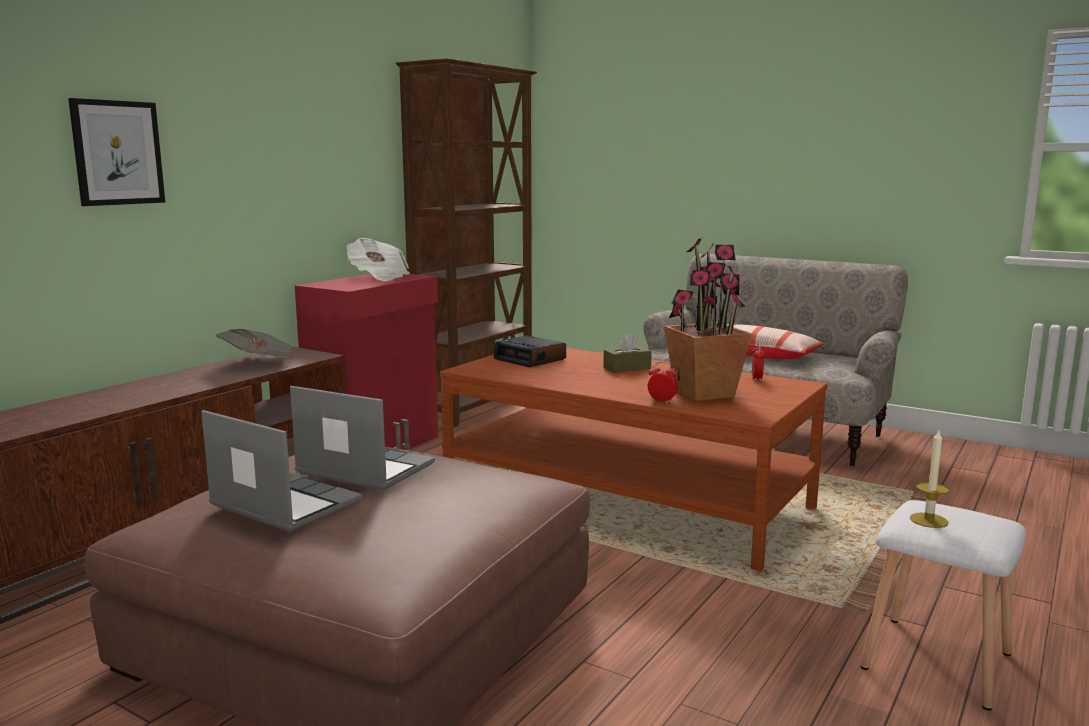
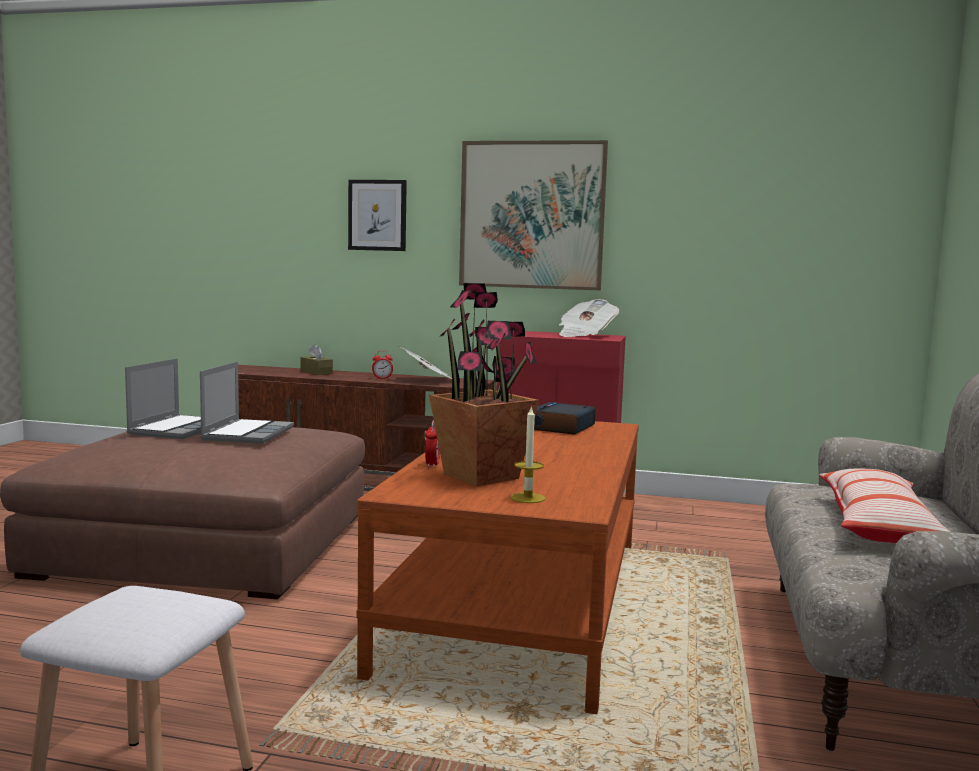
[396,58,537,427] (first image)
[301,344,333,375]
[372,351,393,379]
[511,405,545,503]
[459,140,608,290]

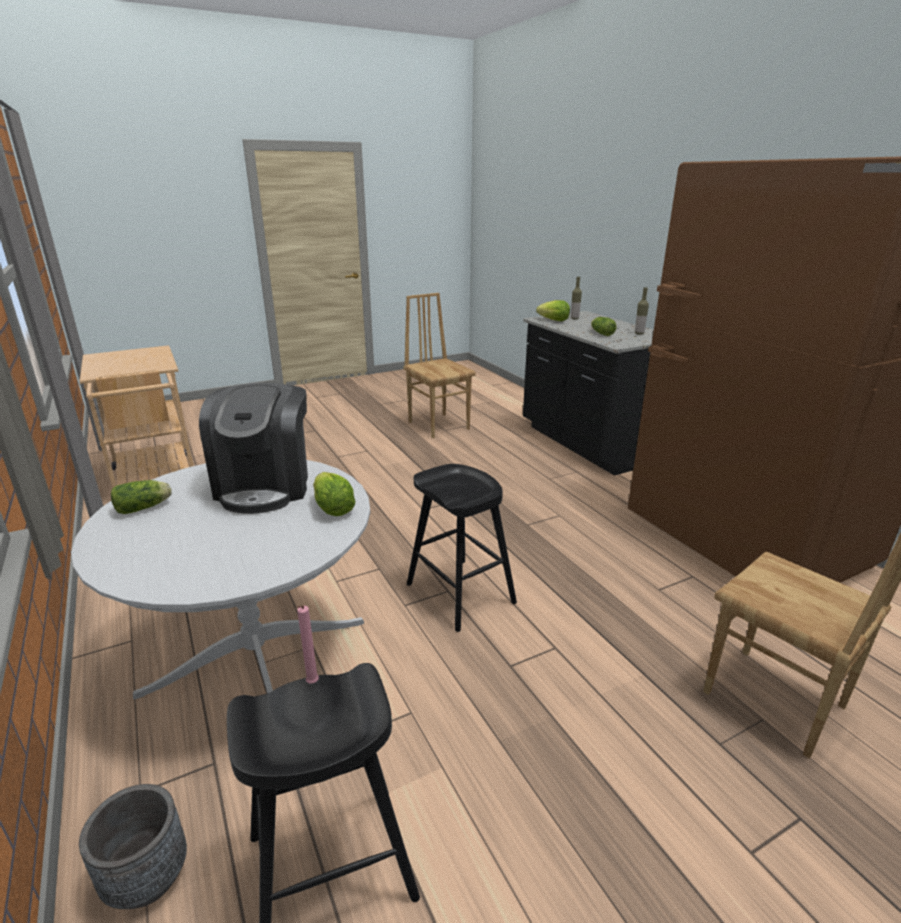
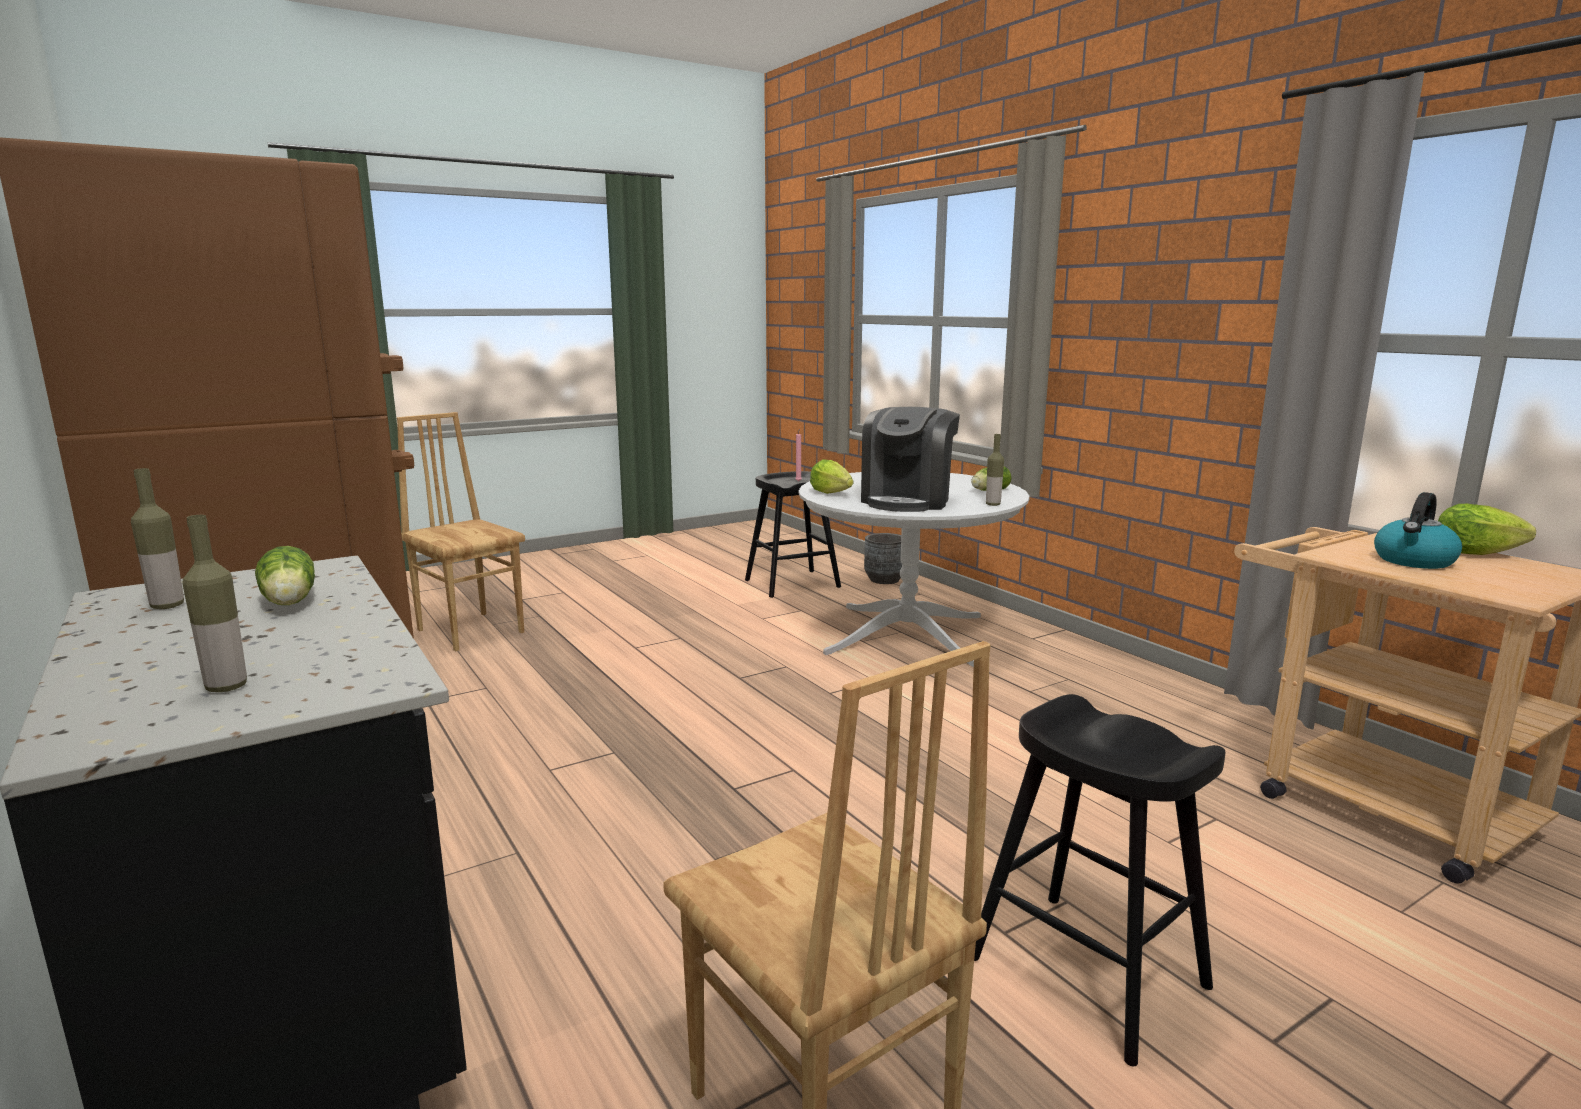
[1438,504,1536,555]
[861,407,960,512]
[974,694,1225,1066]
[986,434,1004,506]
[1374,492,1462,569]

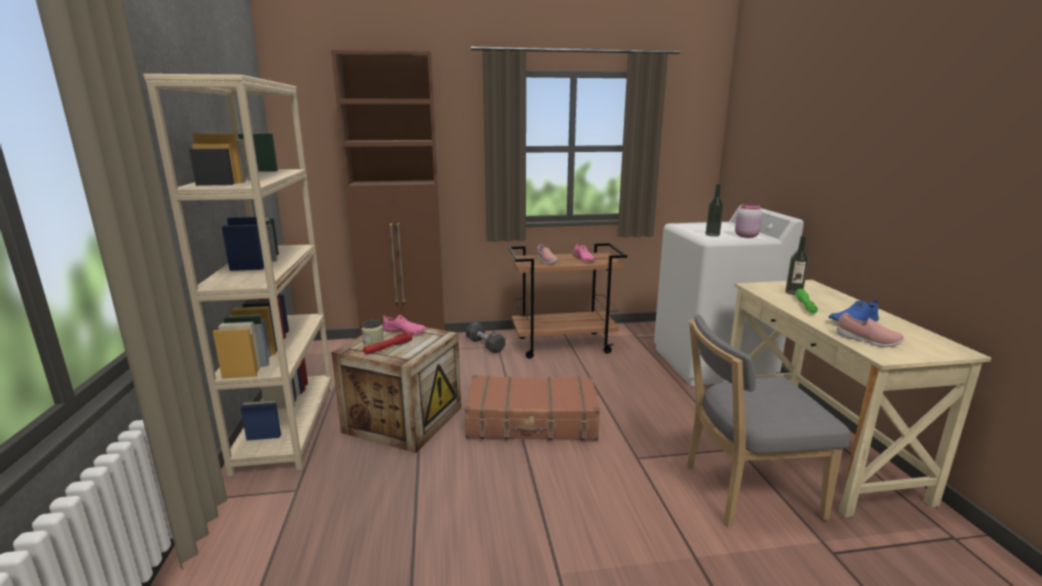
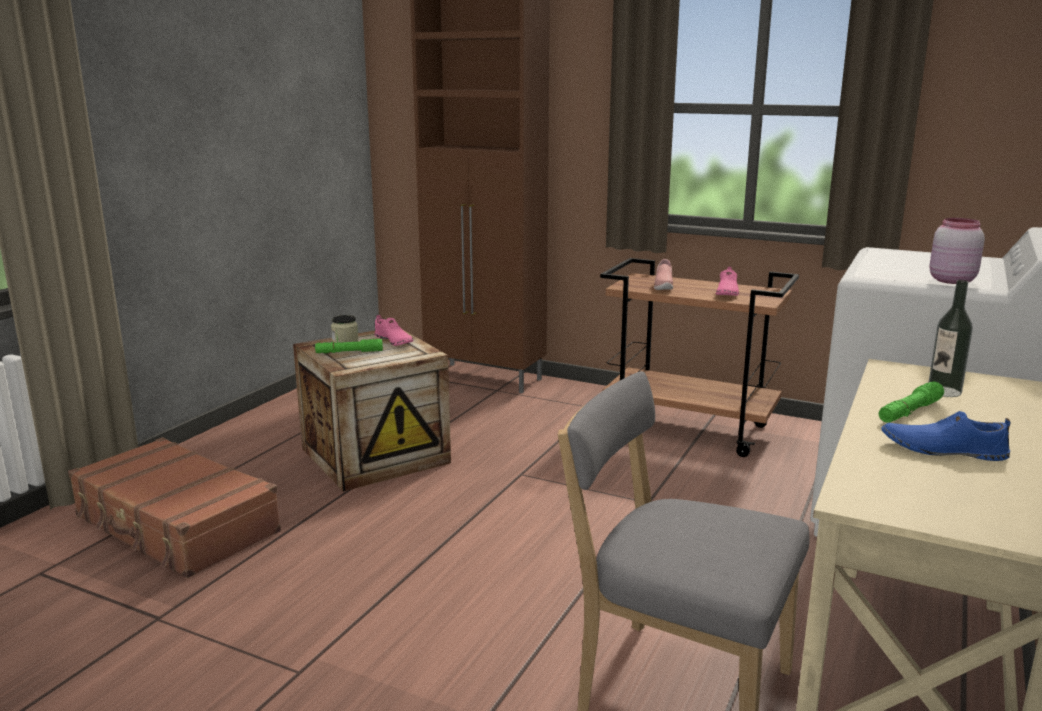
[143,74,333,477] (first image)
[705,184,724,237] (first image)
[837,312,904,347] (first image)
[466,322,505,354] (first image)
[315,339,383,353]
[68,437,281,578]

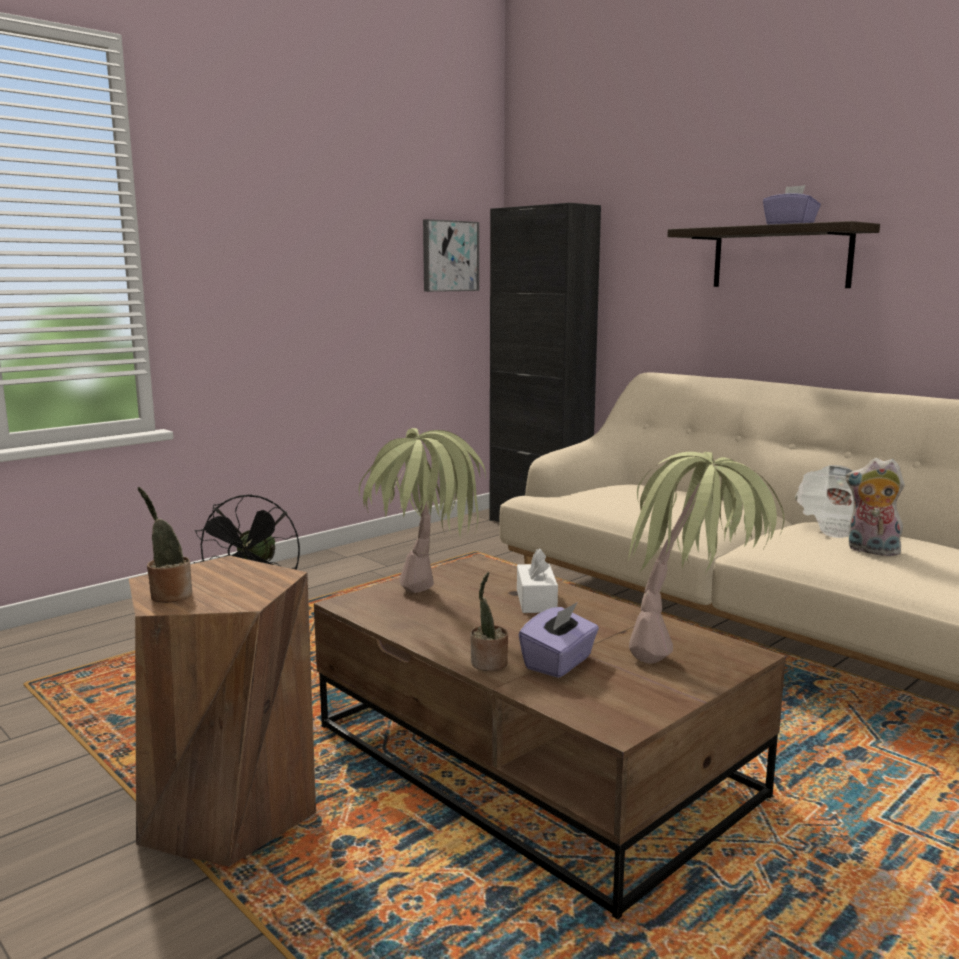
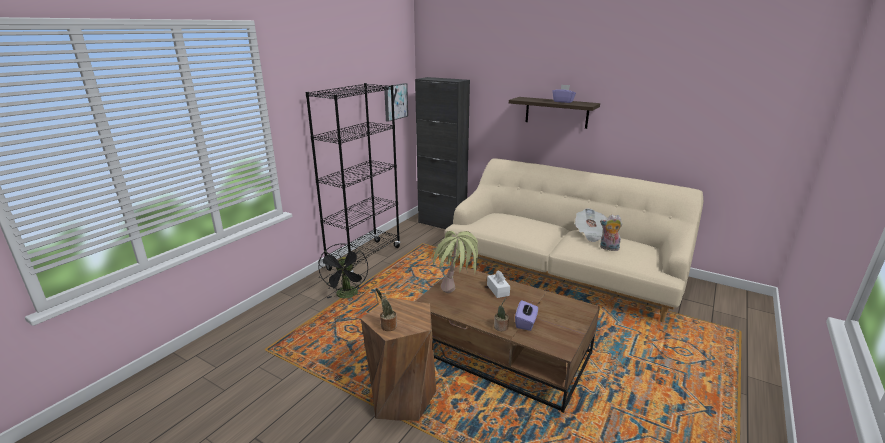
[628,452,784,664] (first image)
[306,83,400,272]

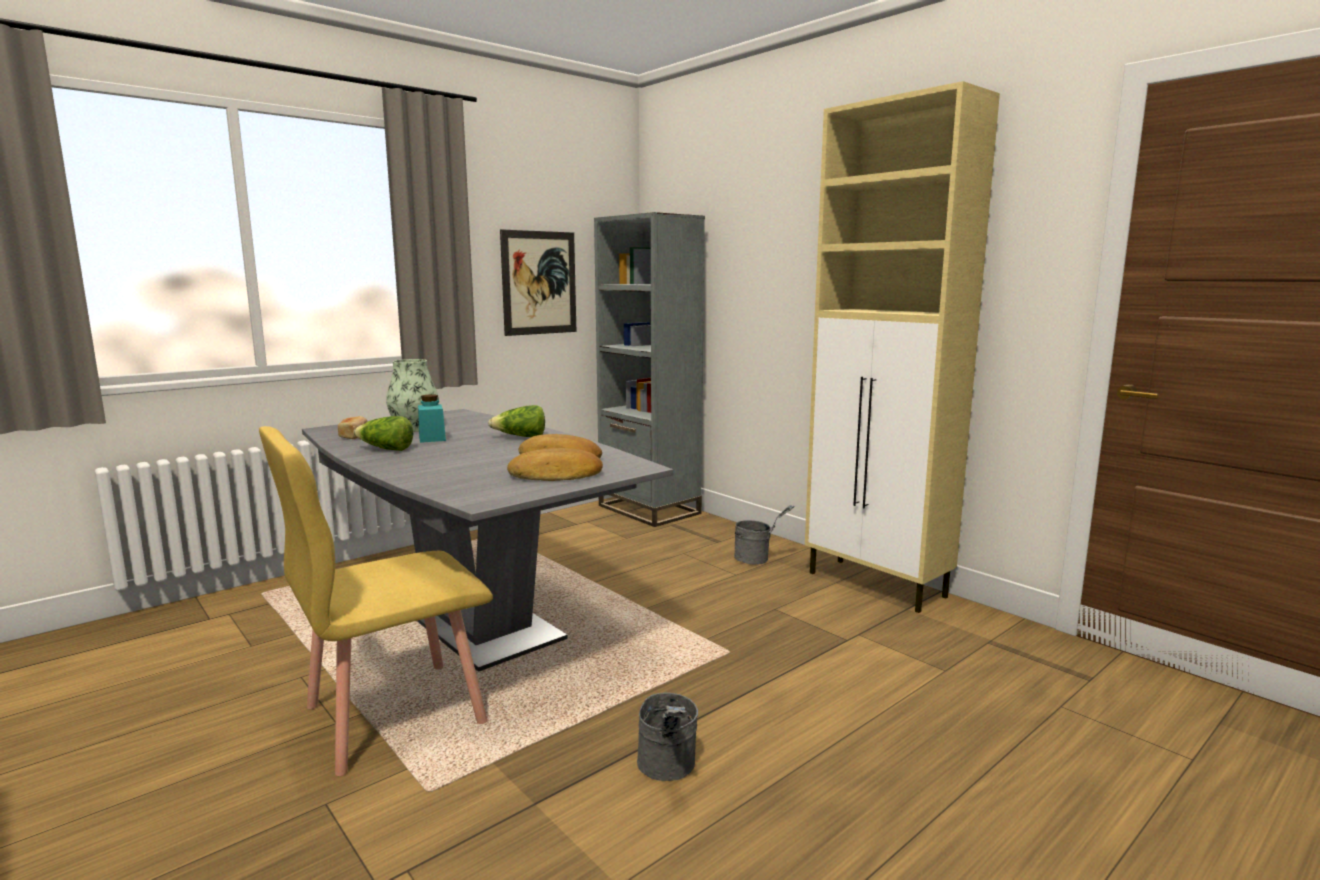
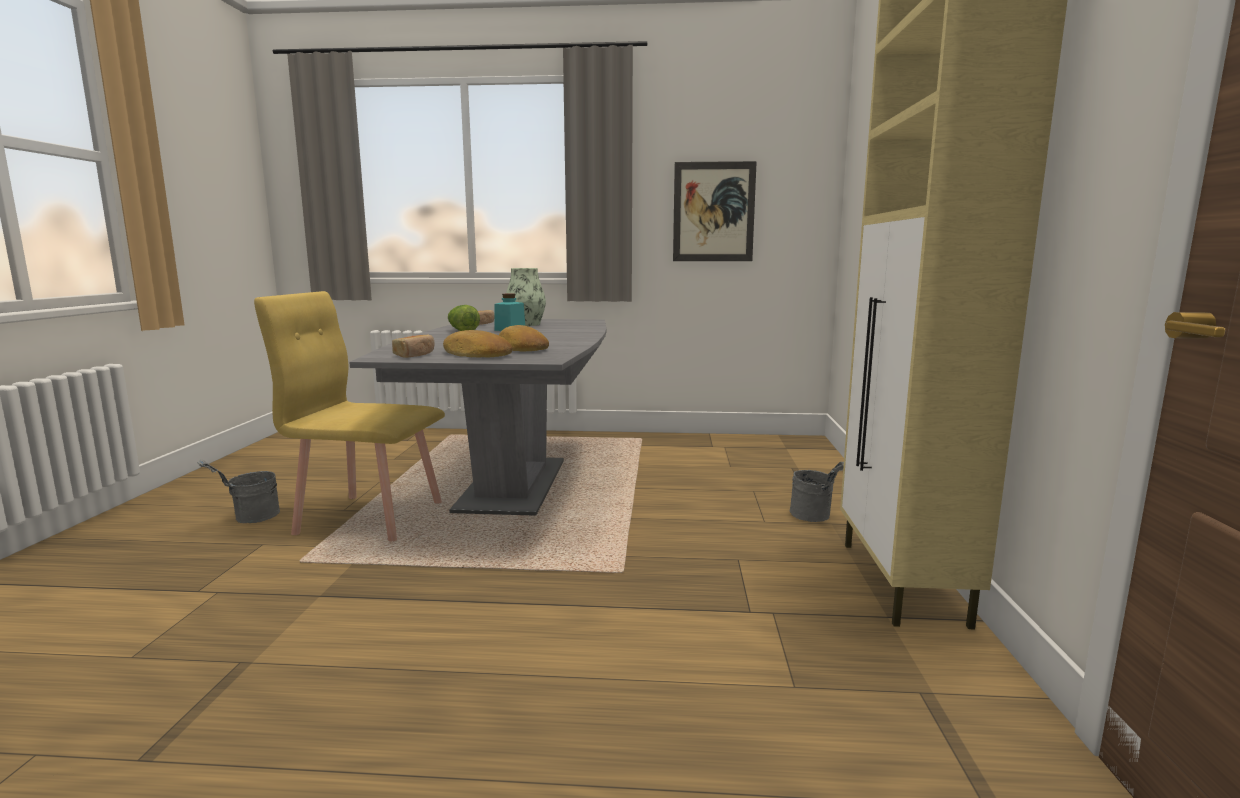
[594,212,705,527] (first image)
[488,405,545,437] (first image)
[197,460,280,523]
[392,334,435,358]

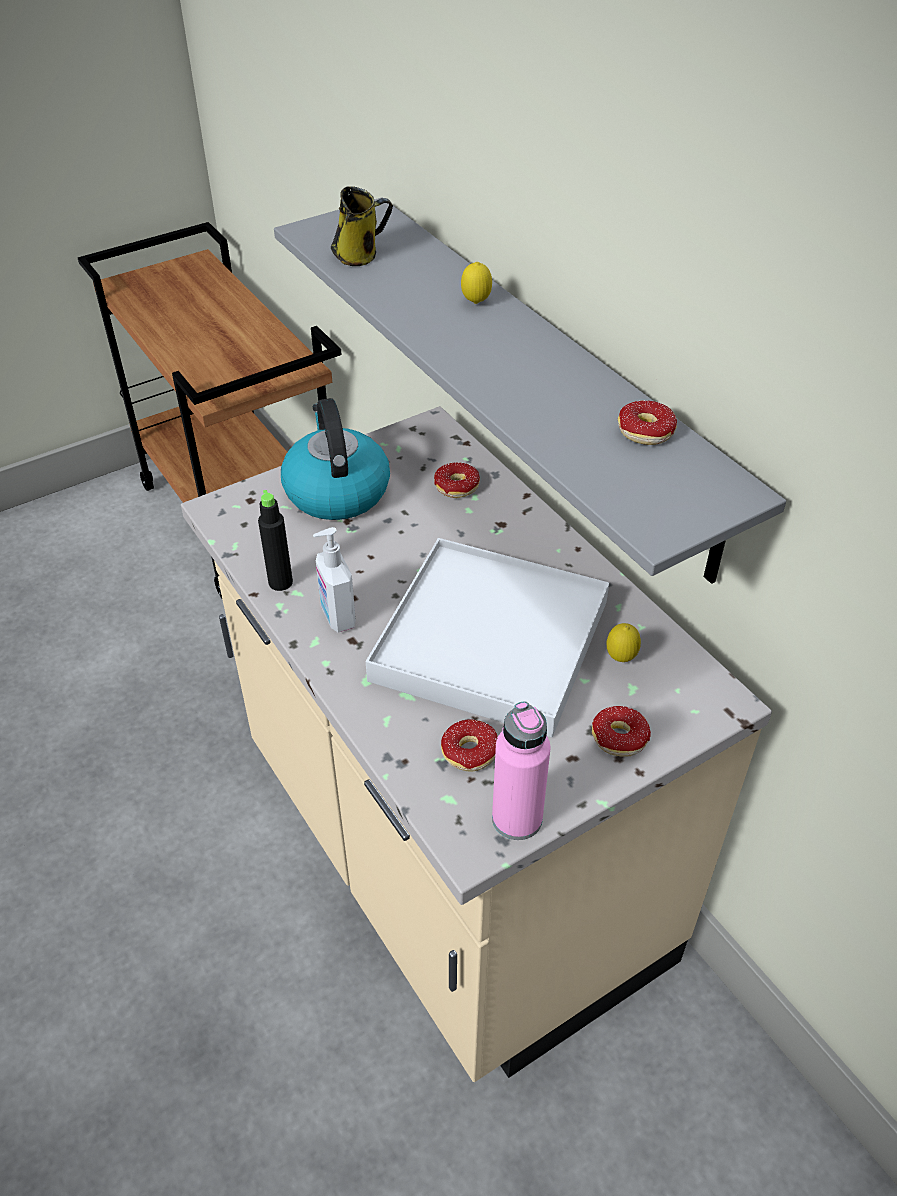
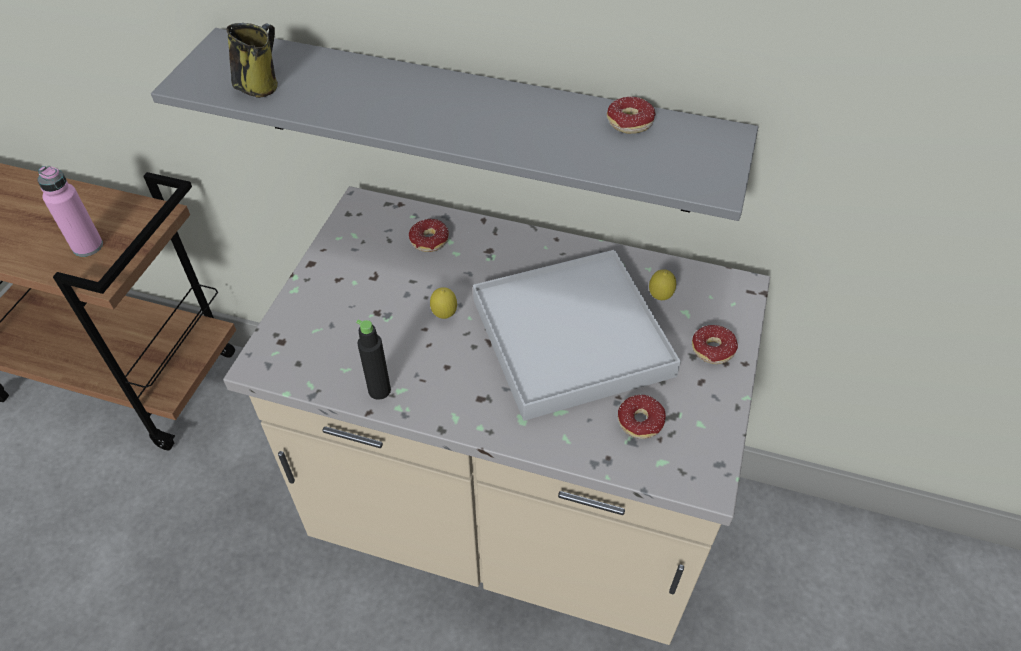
[430,287,457,319]
[281,398,390,520] (first image)
[313,527,356,633] (first image)
[37,166,103,257]

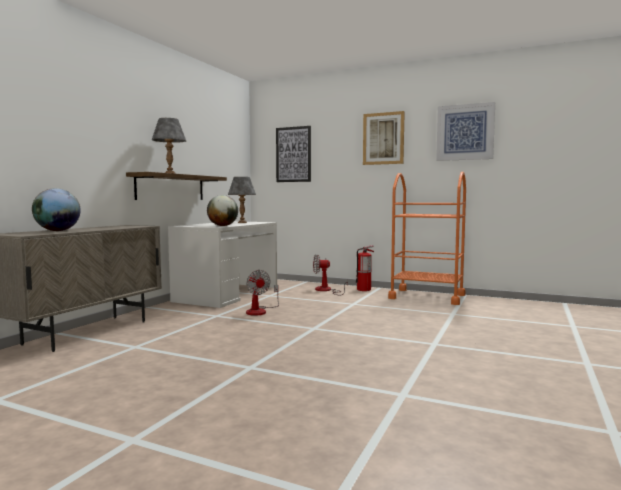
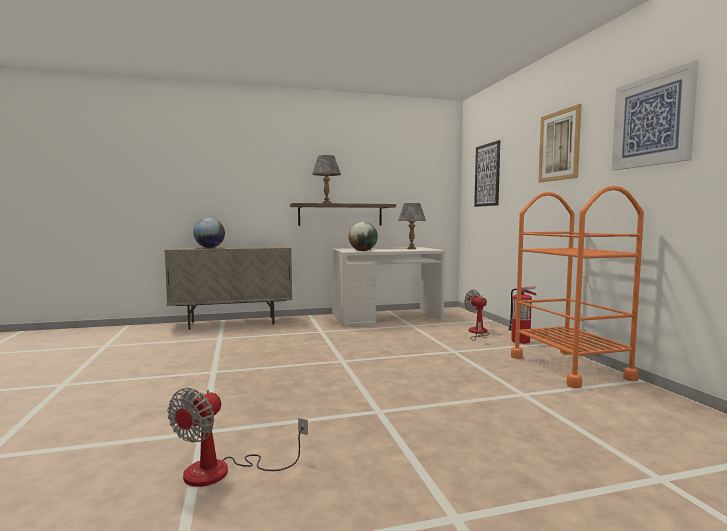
[167,388,308,487]

